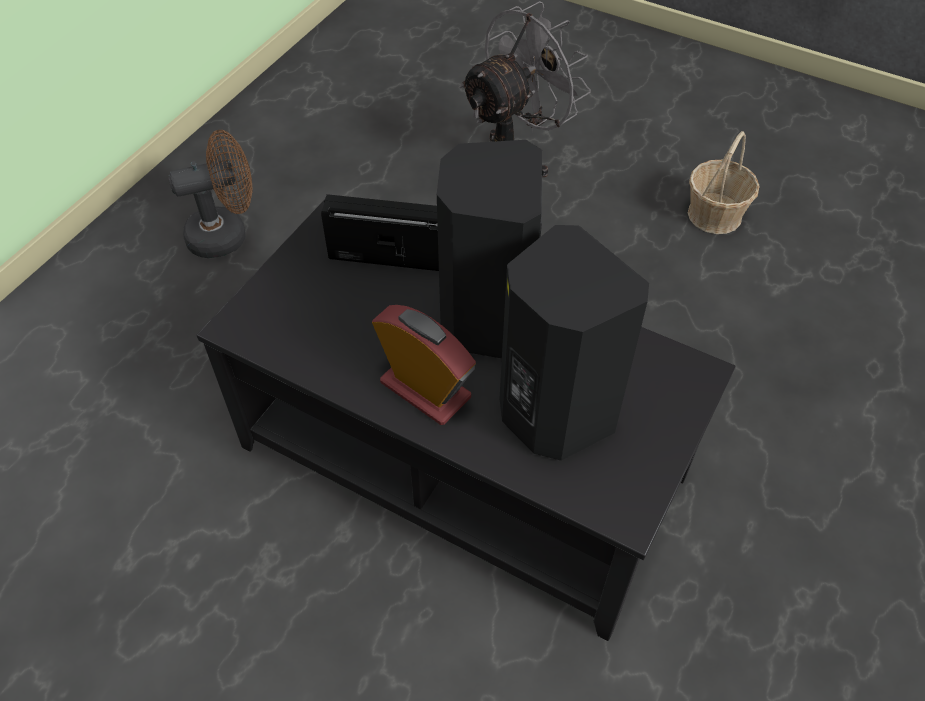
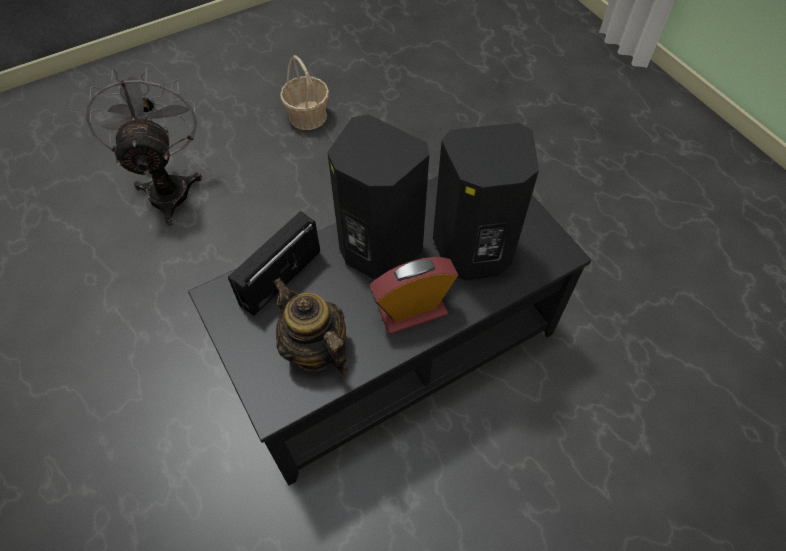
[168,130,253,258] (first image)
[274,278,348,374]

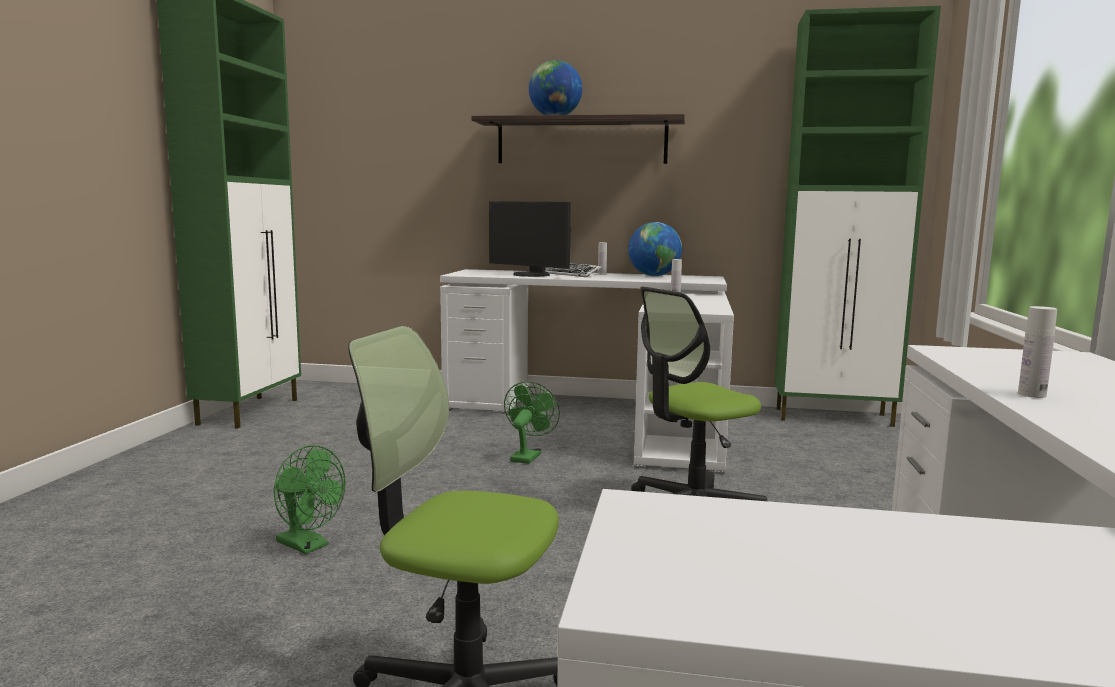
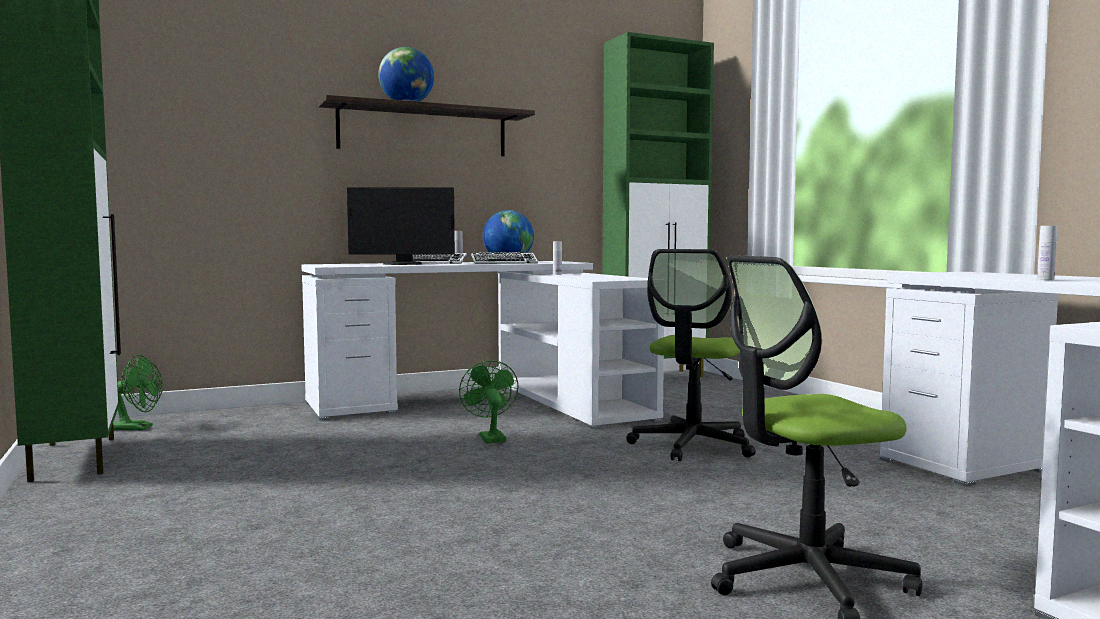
[113,355,163,430]
[471,252,538,264]

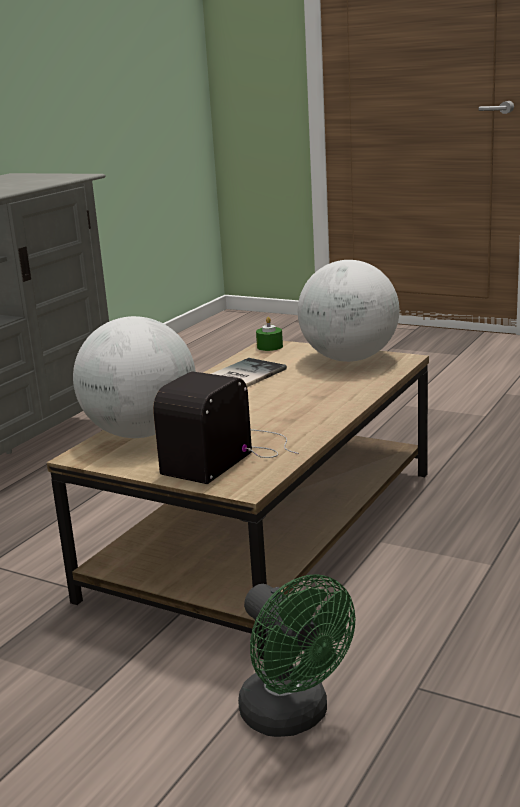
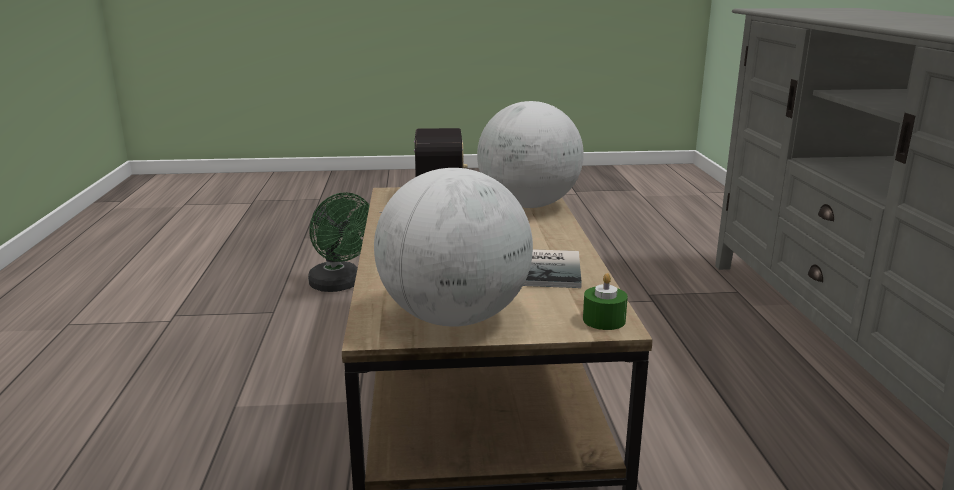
[308,192,370,292]

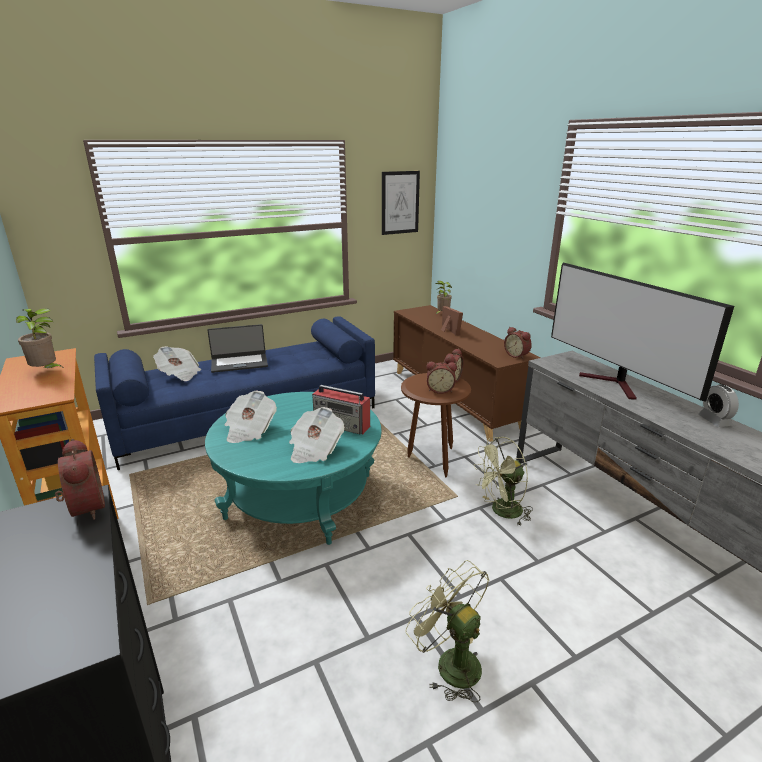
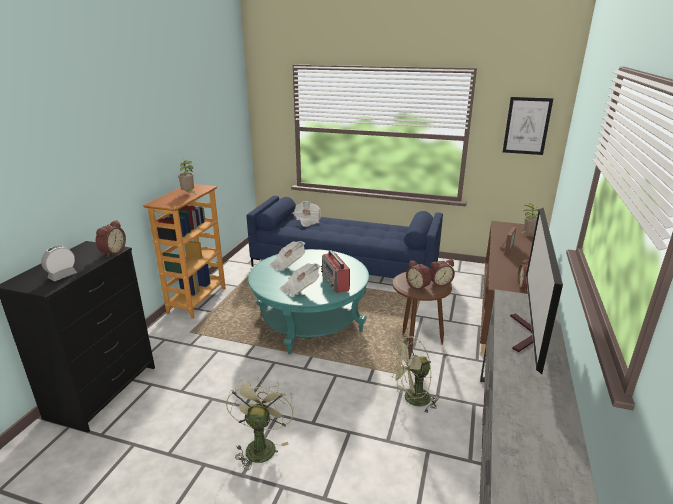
[207,324,268,373] (first image)
[41,246,77,281]
[389,336,438,413]

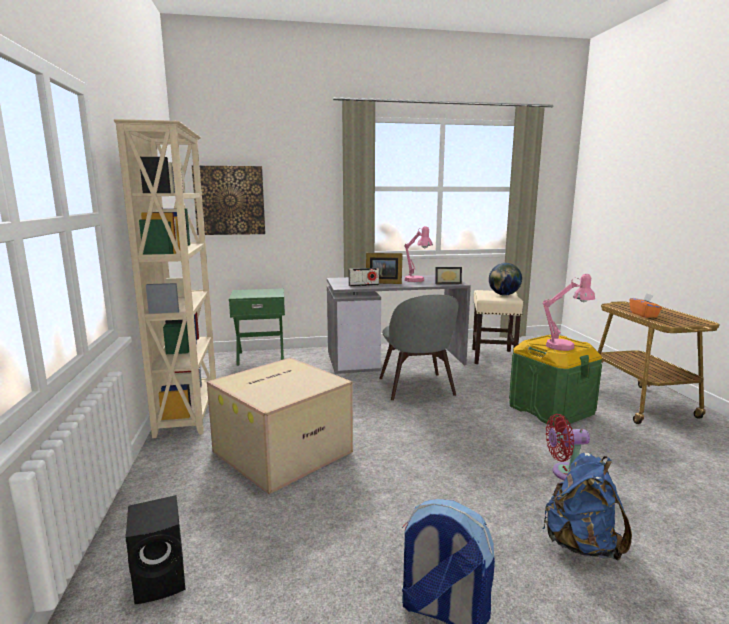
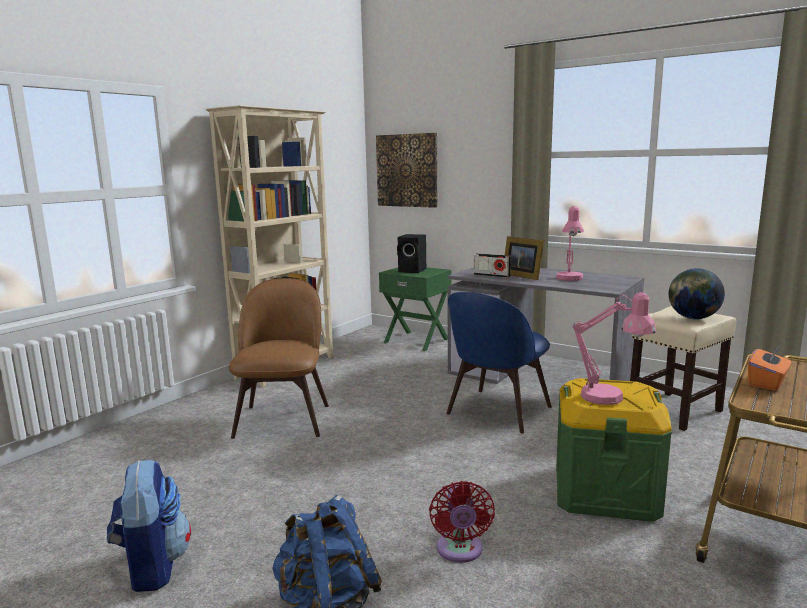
[435,267,462,284] (first image)
[446,292,552,434]
[228,278,329,439]
[429,481,495,563]
[397,234,426,273]

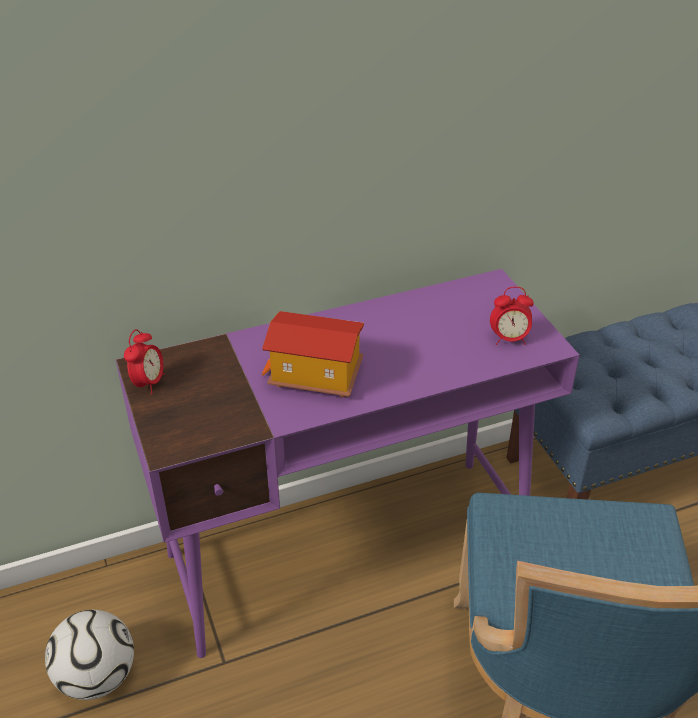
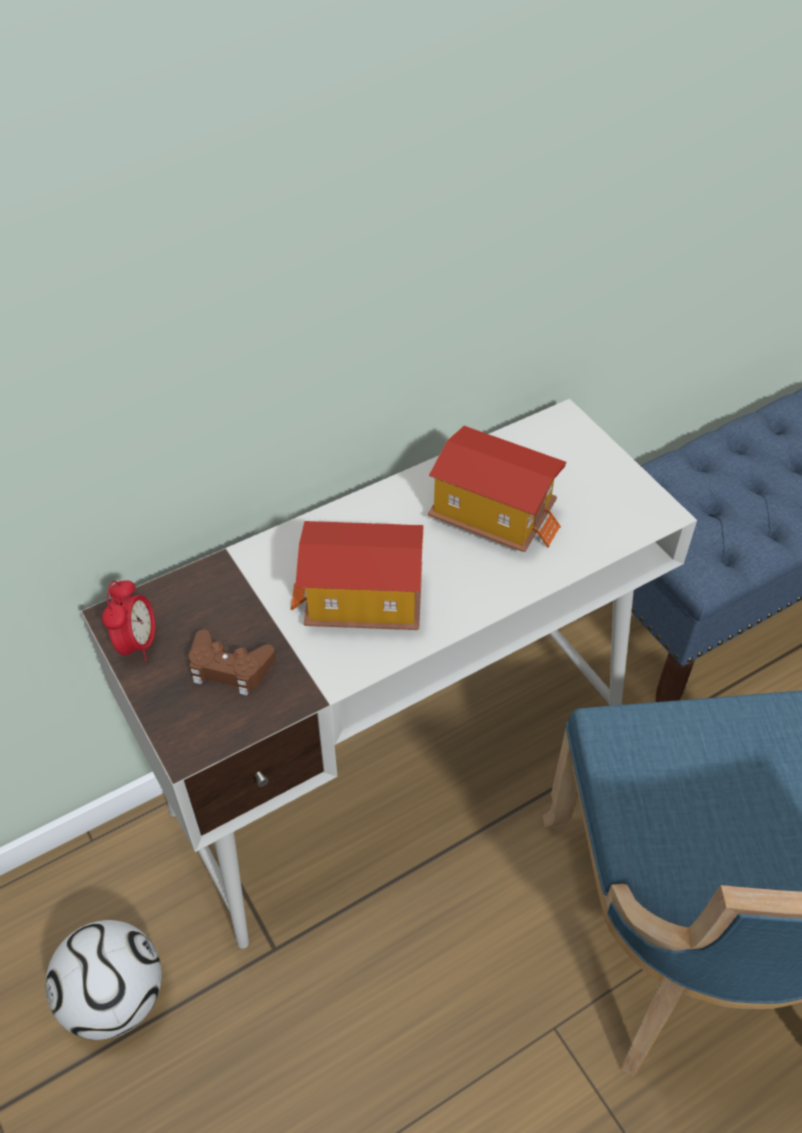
[81,399,697,949]
[490,287,534,345] (first image)
[428,426,566,552]
[188,629,275,695]

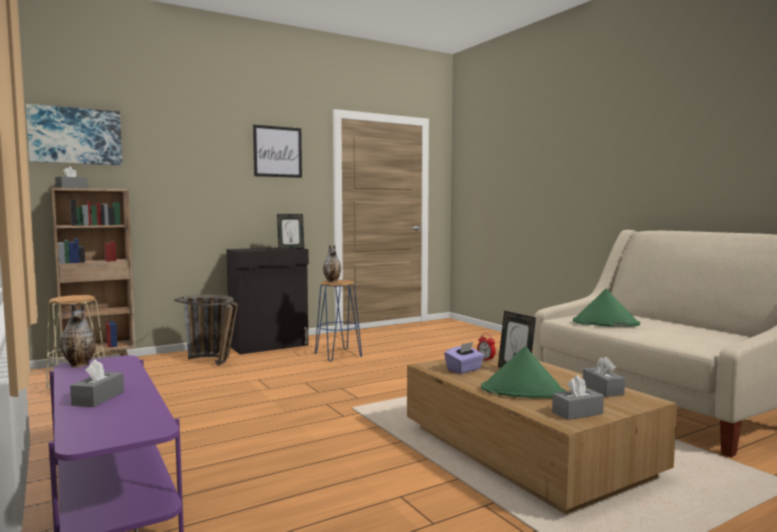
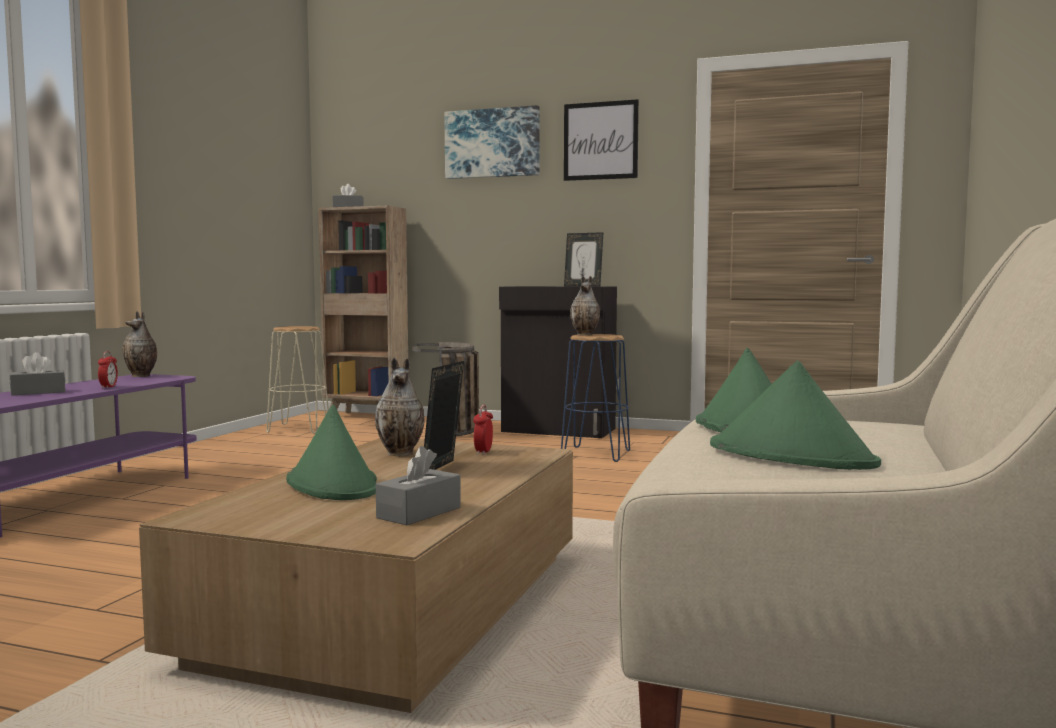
[445,105,540,179]
[375,357,425,456]
[552,375,604,420] (first image)
[98,351,118,389]
[710,361,881,470]

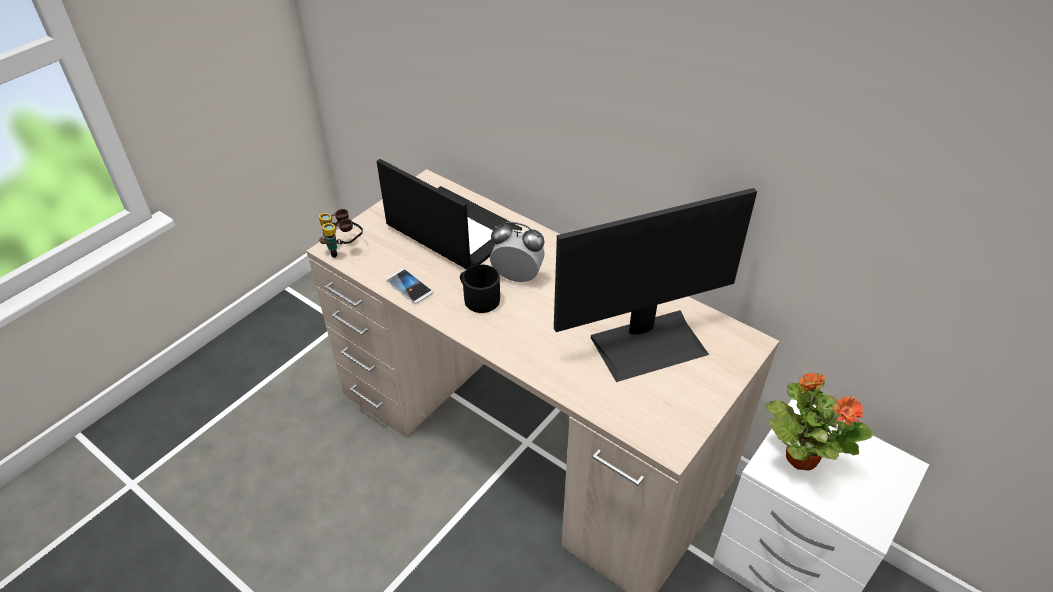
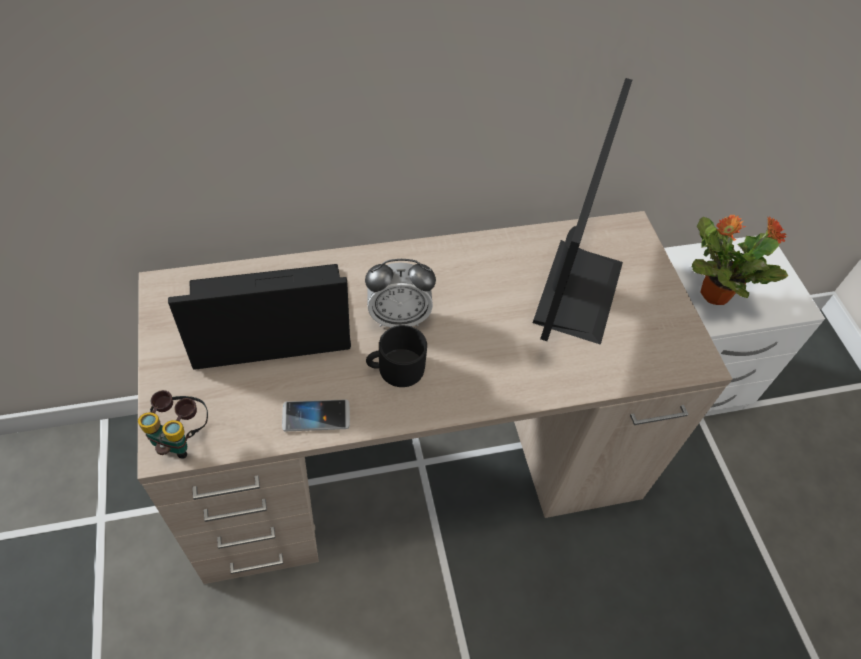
[365,259,436,328]

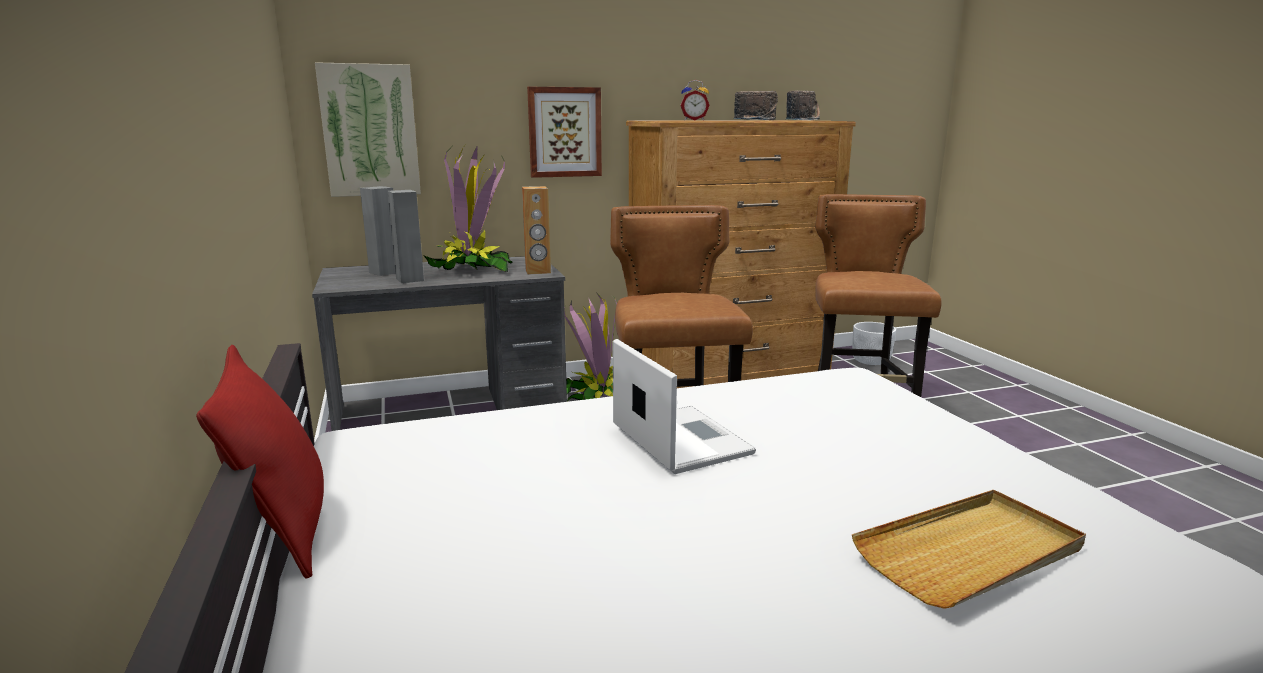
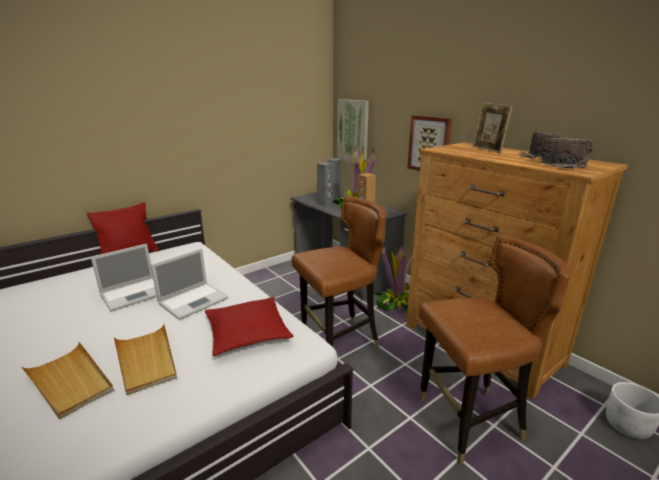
[473,103,512,153]
[91,243,157,312]
[205,297,293,356]
[114,324,177,395]

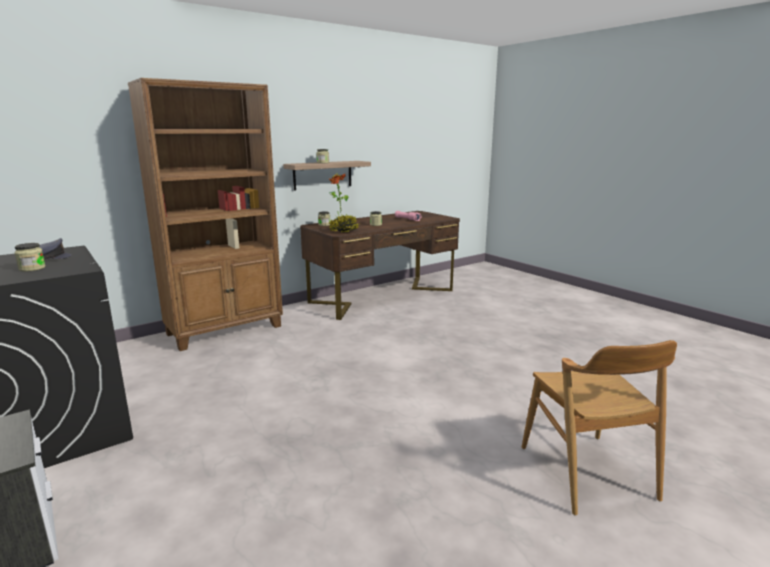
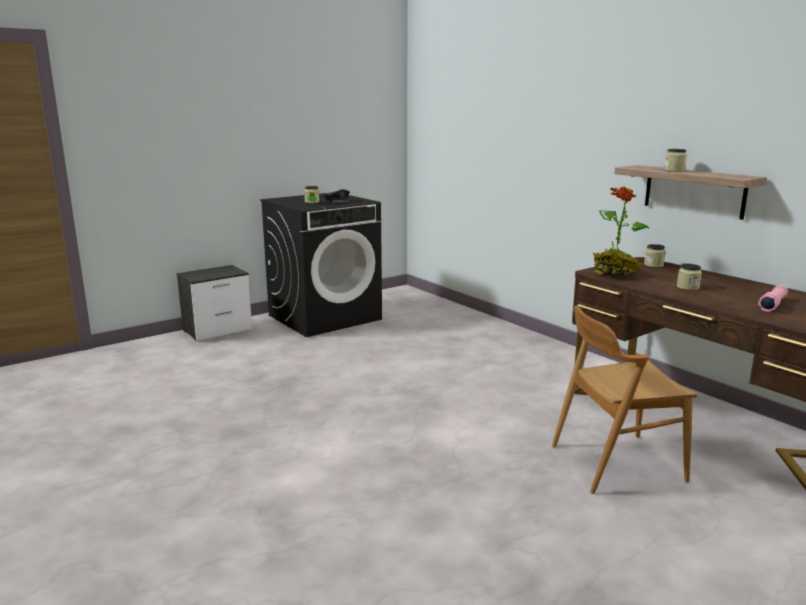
[128,78,283,351] (first image)
[552,305,698,494]

